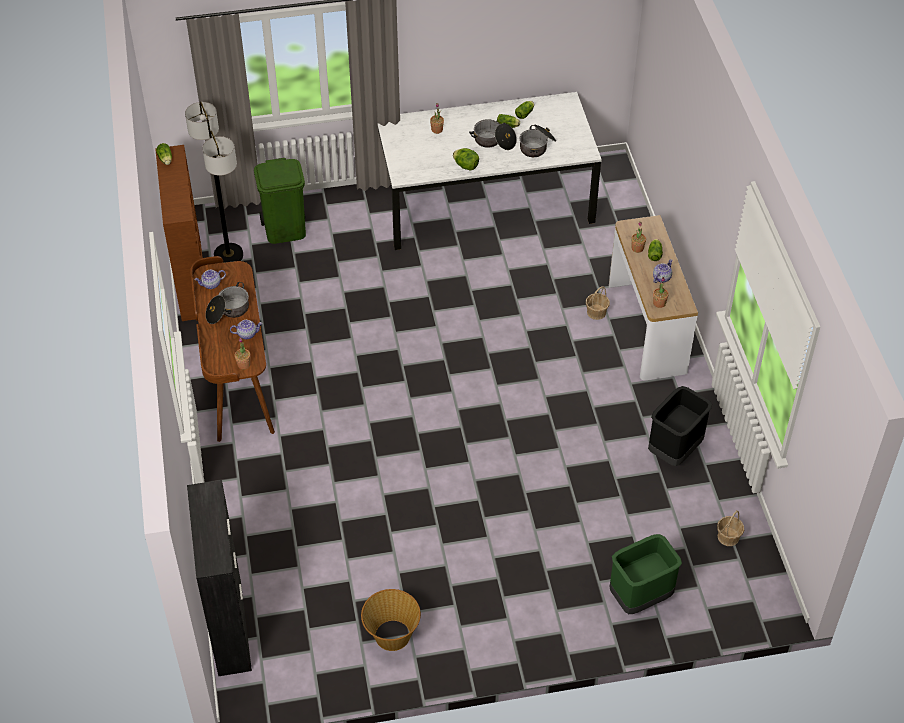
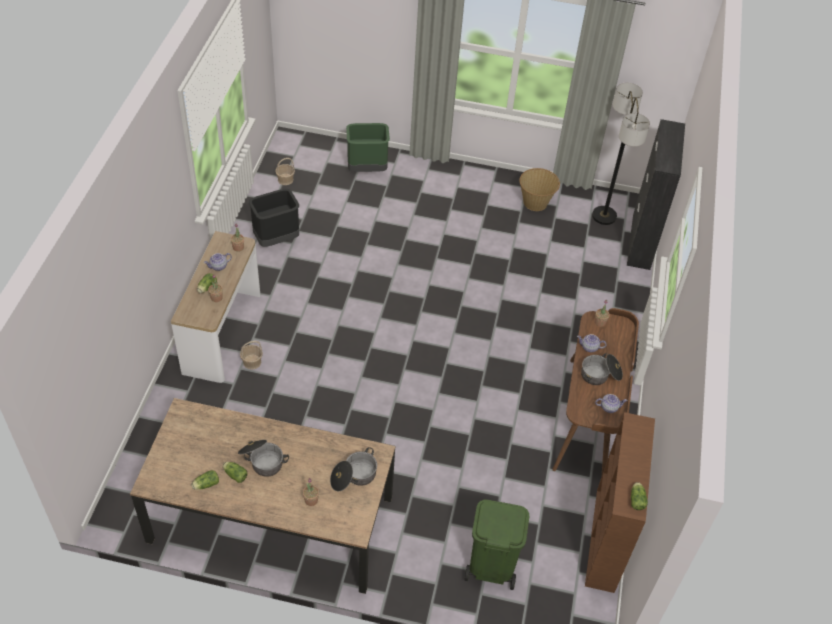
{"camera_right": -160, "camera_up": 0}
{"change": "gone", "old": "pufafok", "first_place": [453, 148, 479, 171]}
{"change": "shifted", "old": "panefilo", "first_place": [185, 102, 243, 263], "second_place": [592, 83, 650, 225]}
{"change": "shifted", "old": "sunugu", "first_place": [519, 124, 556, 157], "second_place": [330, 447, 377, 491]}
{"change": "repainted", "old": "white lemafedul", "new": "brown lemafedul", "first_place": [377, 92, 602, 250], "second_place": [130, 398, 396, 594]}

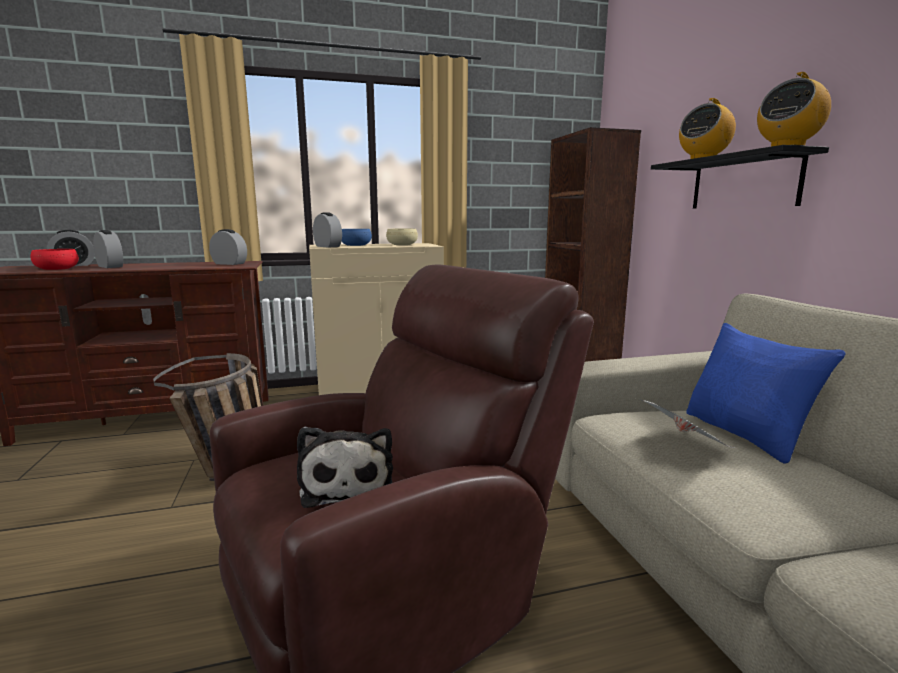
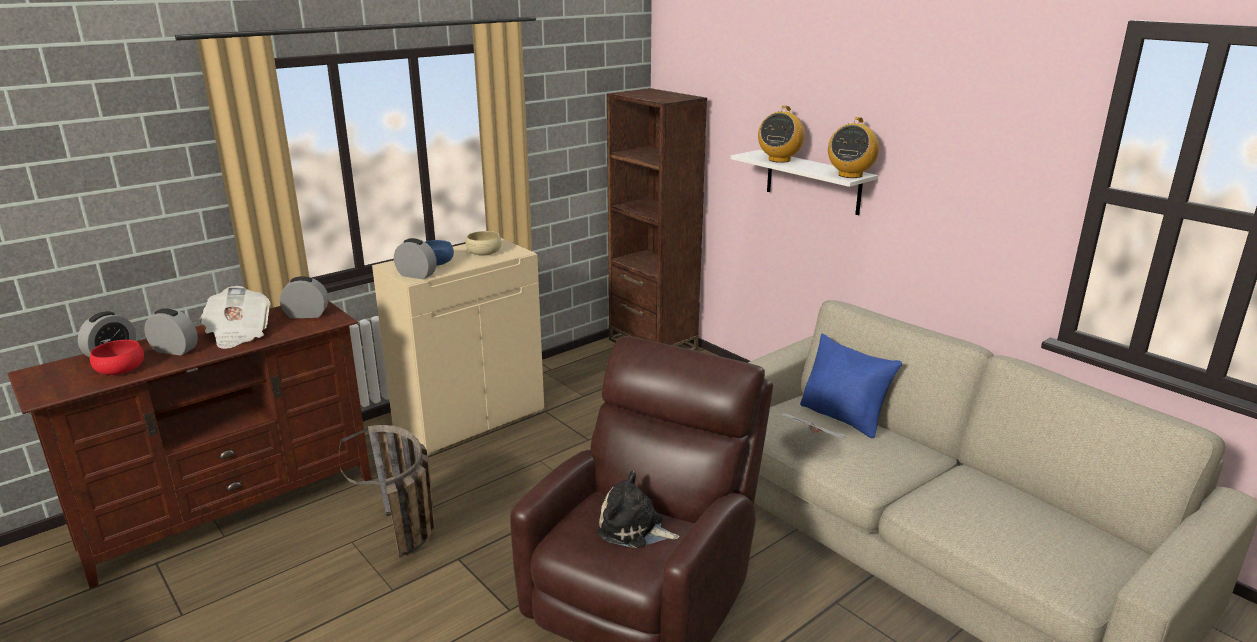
{"camera_right": -25, "camera_up": 10}
{"change": "new", "new": "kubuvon", "second_place": [200, 286, 271, 349]}
{"change": "repainted", "old": "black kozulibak", "new": "white kozulibak", "first_place": [651, 145, 829, 209], "second_place": [731, 150, 878, 215]}
{"change": "rotated", "old": "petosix", "first_place": [297, 426, 393, 508], "second_place": [597, 471, 679, 548], "degrees": 150}

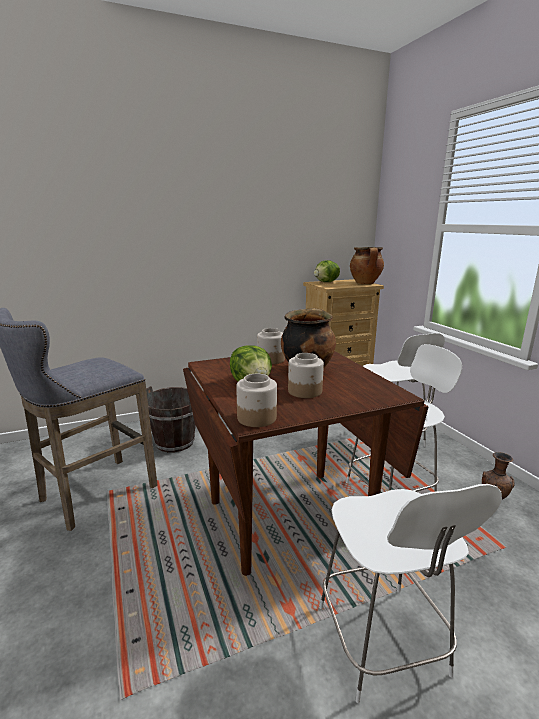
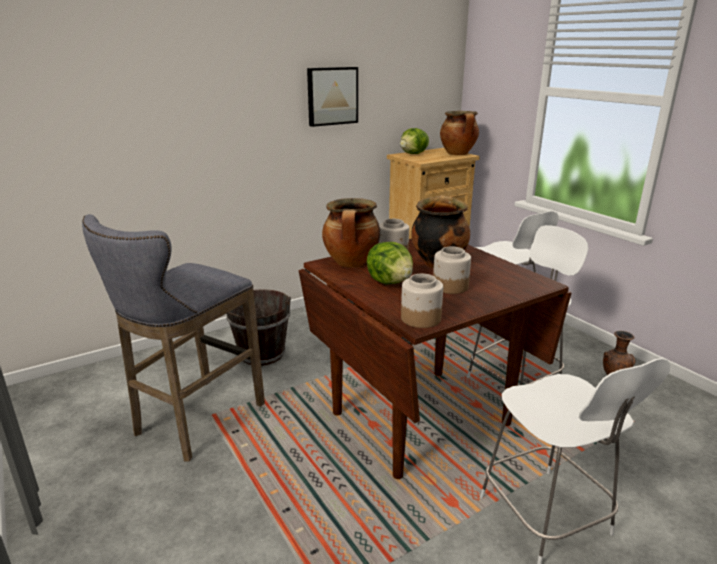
{"camera_right": -10, "camera_up": 5}
{"change": "new", "new": "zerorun", "second_place": [307, 67, 358, 127]}
{"change": "new", "new": "sunugu", "second_place": [322, 198, 380, 267]}

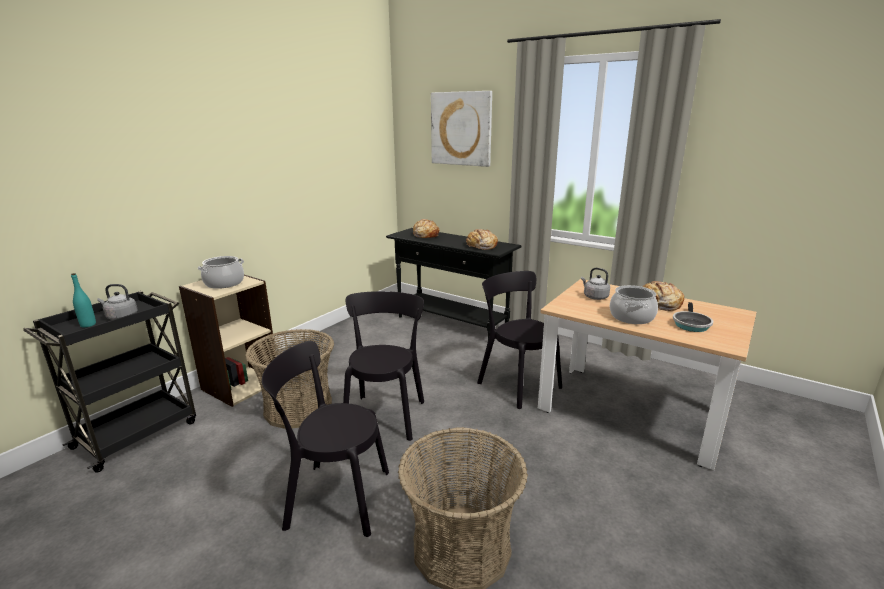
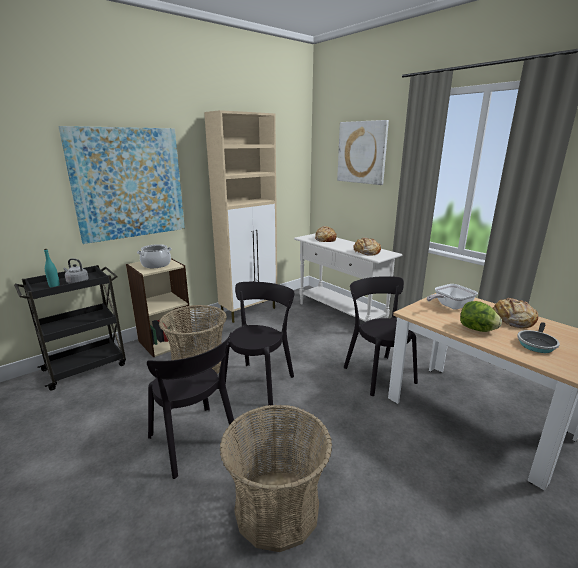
{"camera_right": 15, "camera_up": 0}
{"change": "new", "new": "zerorun", "second_place": [58, 126, 185, 244]}
{"change": "new", "new": "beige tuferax", "second_place": [204, 110, 277, 323]}
{"change": "swapped", "old": "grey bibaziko", "new": "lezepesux", "first_place": [581, 268, 610, 300], "second_place": [427, 284, 478, 310]}
{"change": "swapped", "old": "sunugu", "new": "pufafok", "first_place": [610, 285, 658, 324], "second_place": [460, 301, 502, 332]}
{"change": "repainted", "old": "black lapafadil", "new": "white lapafadil", "first_place": [386, 228, 522, 339], "second_place": [294, 233, 402, 322]}
{"change": "rotated", "old": "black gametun", "first_place": [262, 341, 389, 537], "second_place": [147, 332, 239, 479], "degrees": -150}

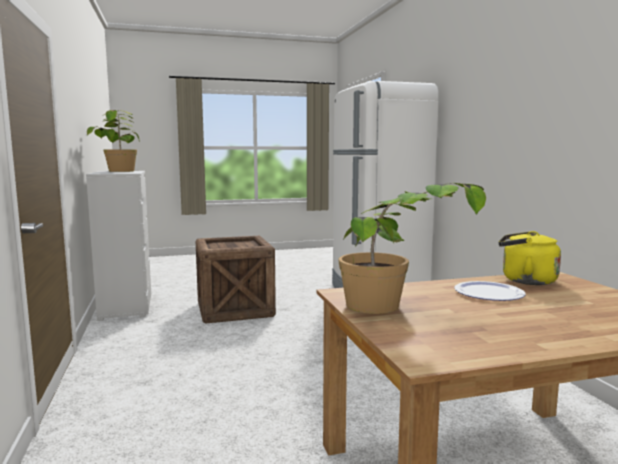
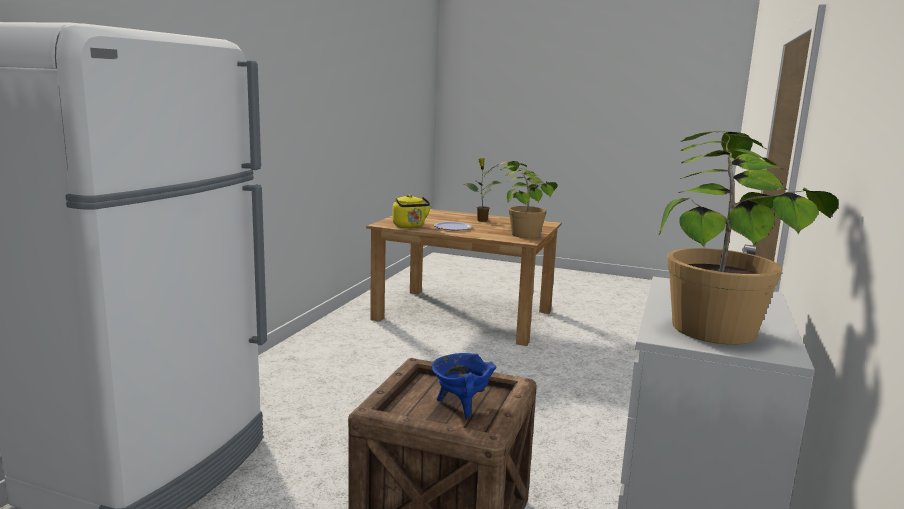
{"camera_right": -145, "camera_up": 5}
{"change": "new", "new": "blue sunugu", "second_place": [431, 353, 497, 420]}
{"change": "new", "new": "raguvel", "second_place": [464, 158, 501, 222]}

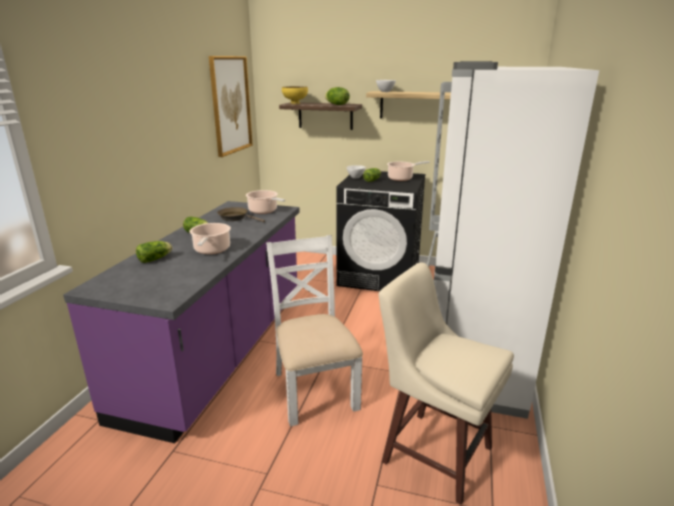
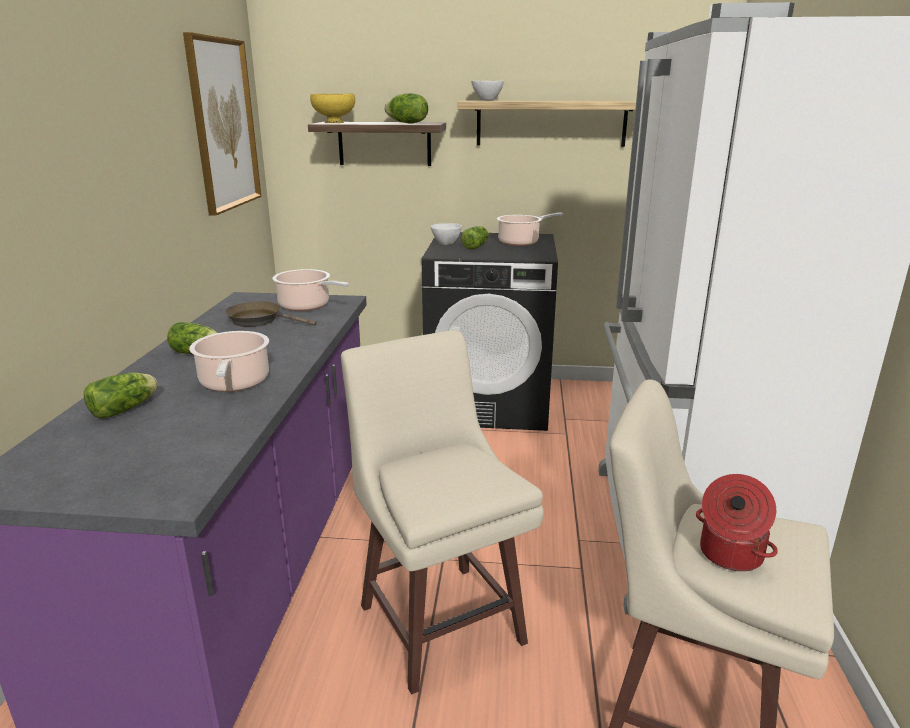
{"camera_right": -10, "camera_up": 0}
{"change": "new", "new": "sunugu", "second_place": [696, 474, 778, 572]}
{"change": "swapped", "old": "white gametun", "new": "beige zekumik", "first_place": [266, 235, 363, 426], "second_place": [341, 330, 544, 695]}

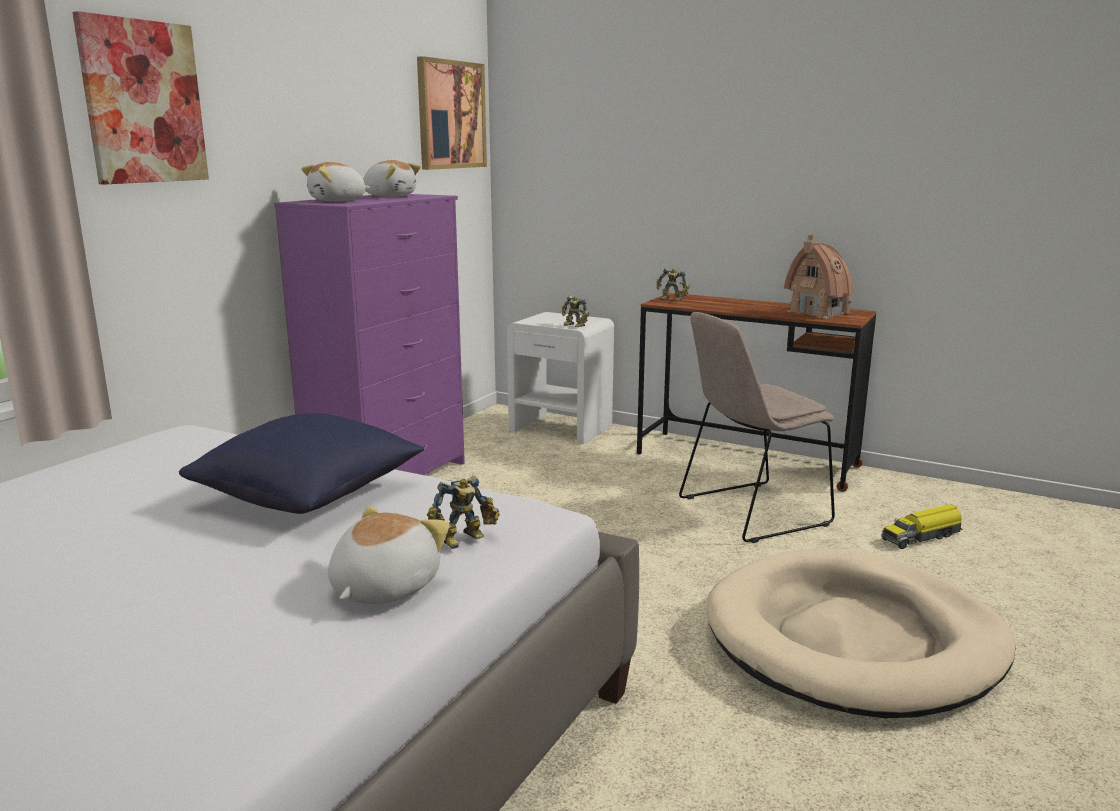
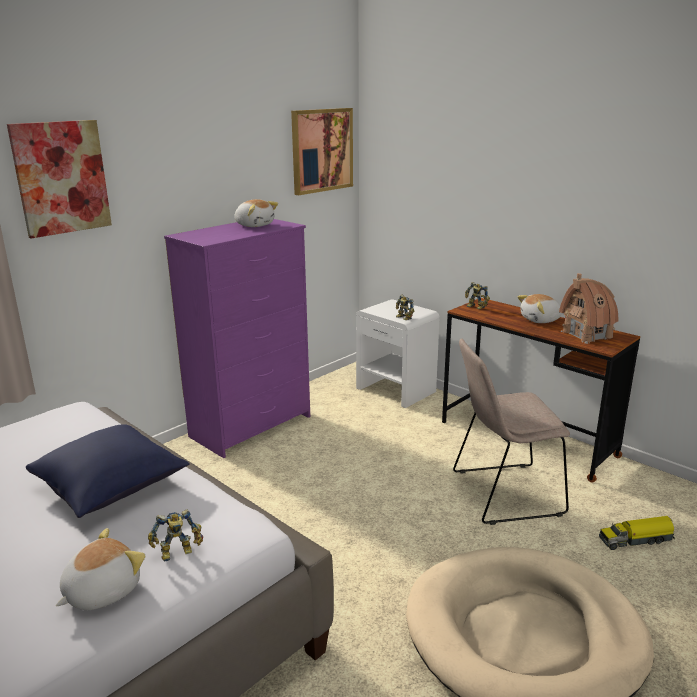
{"camera_right": 15, "camera_up": 5}
{"change": "shifted", "old": "petosix", "first_place": [302, 162, 370, 201], "second_place": [517, 294, 562, 323]}

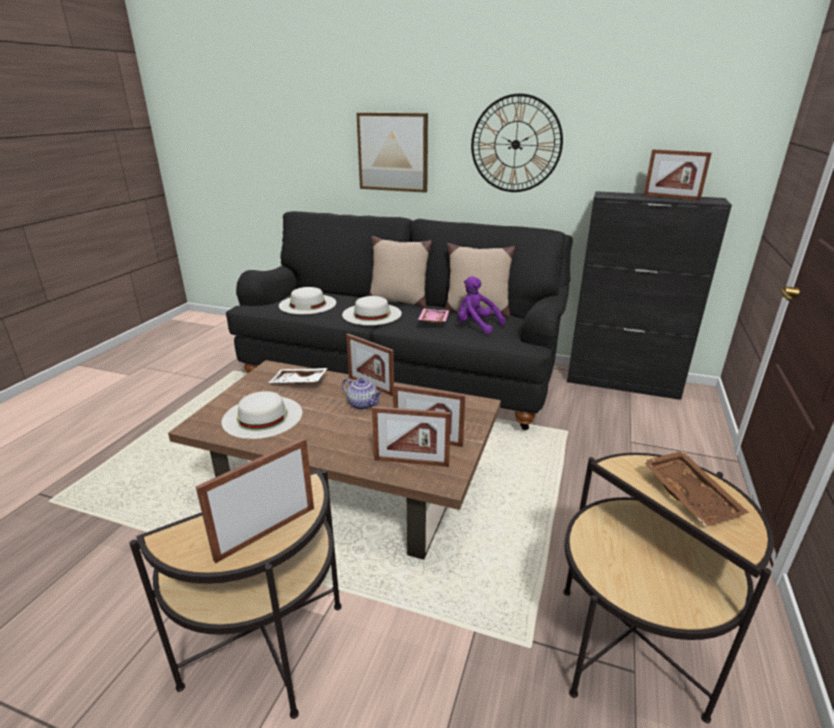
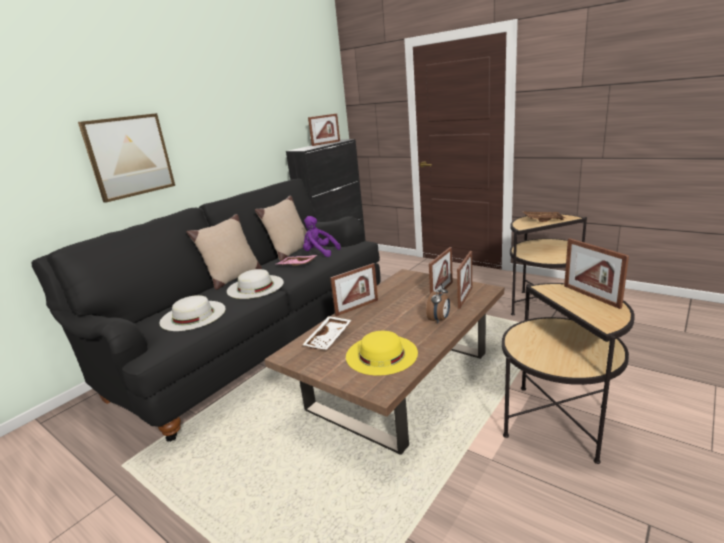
{"camera_right": -70, "camera_up": -5}
{"change": "gone", "old": "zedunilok", "first_place": [342, 378, 382, 410]}
{"change": "gone", "old": "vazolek", "first_place": [471, 94, 563, 192]}
{"change": "new", "new": "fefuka", "second_place": [426, 283, 450, 324]}
{"change": "repainted", "old": "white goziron", "new": "yellow goziron", "first_place": [222, 391, 302, 439], "second_place": [346, 331, 418, 375]}
{"change": "rotated", "old": "purple petosix", "first_place": [458, 276, 506, 334], "second_place": [303, 216, 341, 257], "degrees": 60}

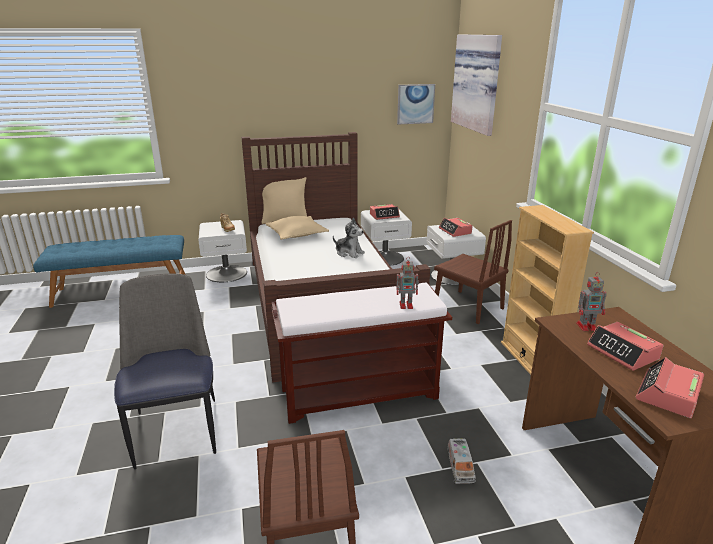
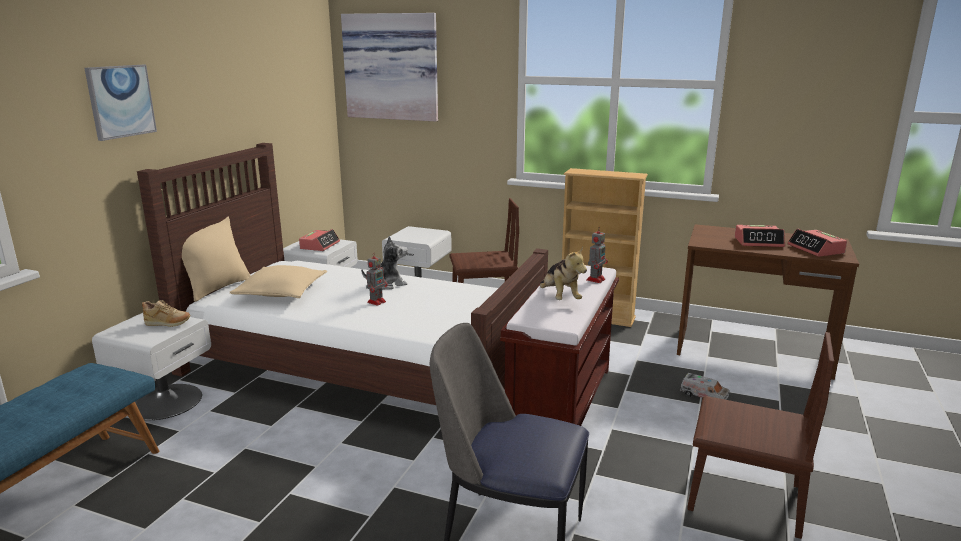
{"camera_right": -55, "camera_up": -5}
{"change": "gone", "old": "fefuka", "first_place": [439, 218, 472, 237]}
{"change": "new", "new": "petosix", "second_place": [540, 247, 587, 300]}
{"change": "shifted", "old": "zerorun", "first_place": [397, 84, 435, 124], "second_place": [84, 65, 157, 141]}
{"change": "shifted", "old": "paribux", "first_place": [576, 272, 607, 331], "second_place": [366, 252, 388, 306]}

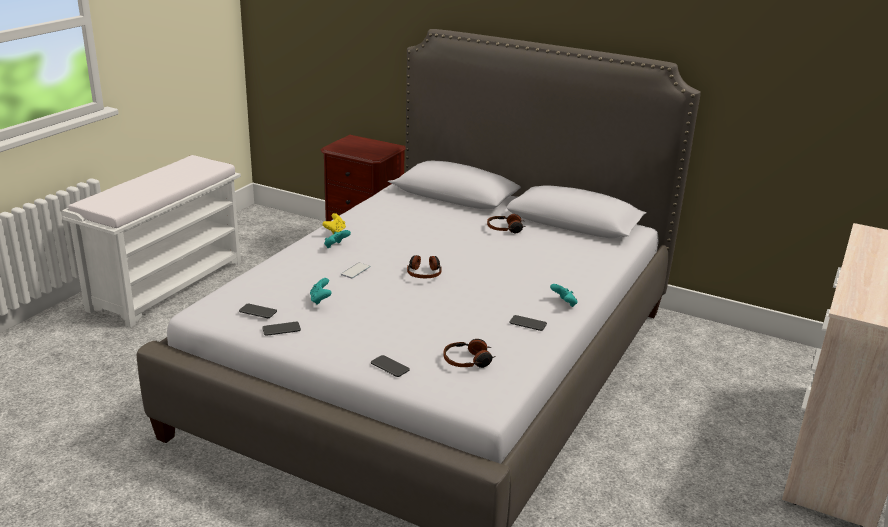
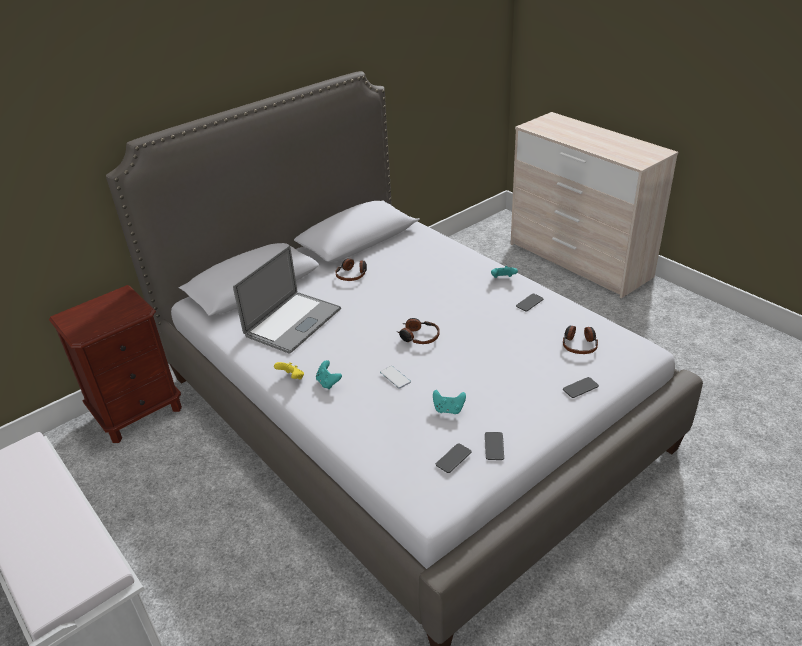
{"camera_right": -65, "camera_up": 10}
{"change": "new", "new": "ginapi", "second_place": [233, 246, 341, 354]}

